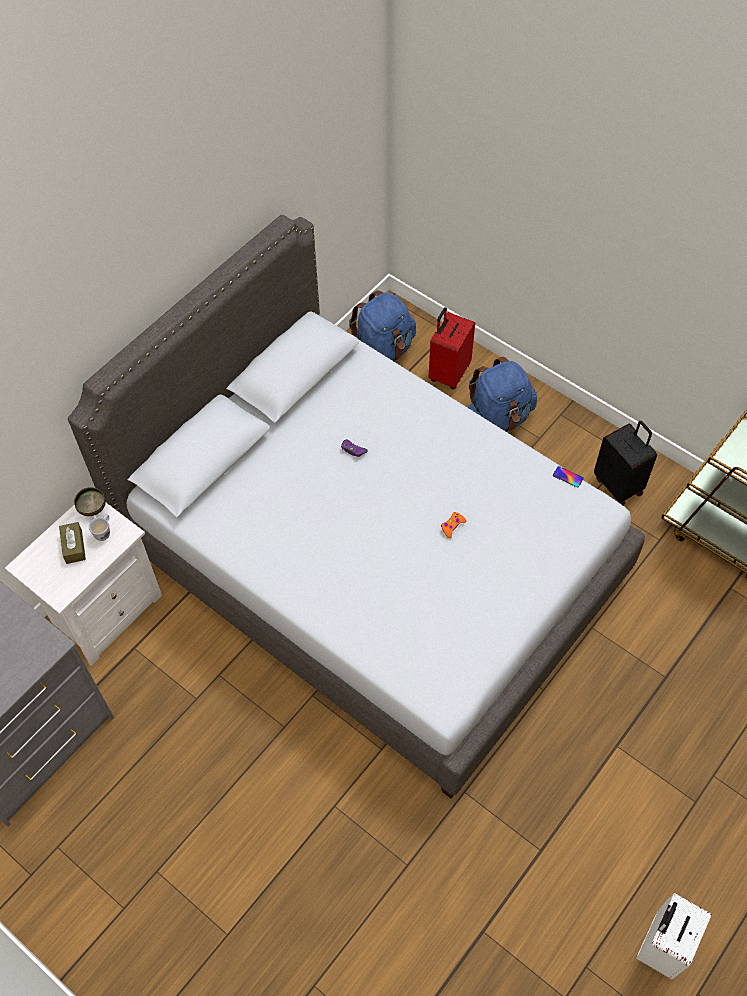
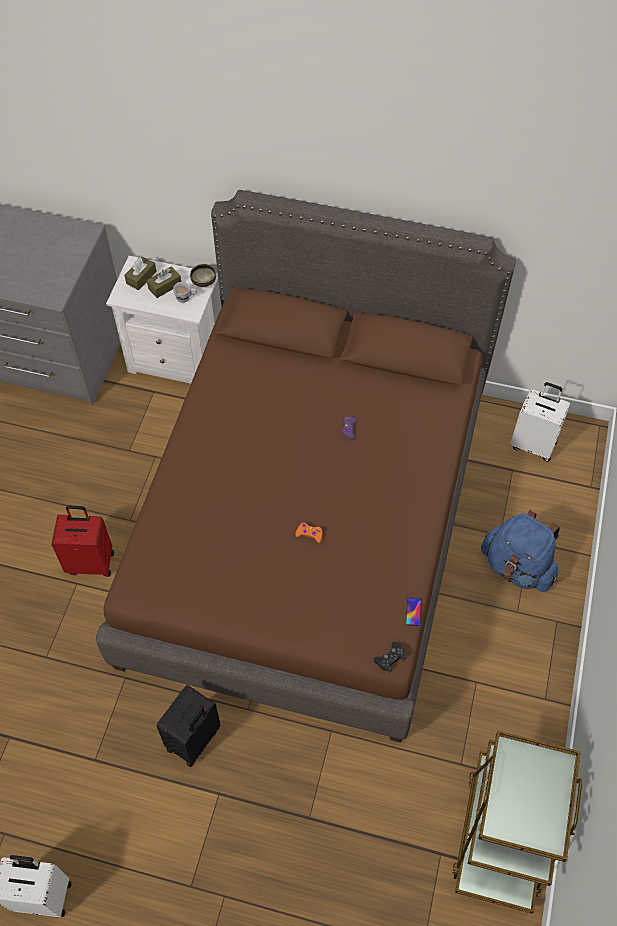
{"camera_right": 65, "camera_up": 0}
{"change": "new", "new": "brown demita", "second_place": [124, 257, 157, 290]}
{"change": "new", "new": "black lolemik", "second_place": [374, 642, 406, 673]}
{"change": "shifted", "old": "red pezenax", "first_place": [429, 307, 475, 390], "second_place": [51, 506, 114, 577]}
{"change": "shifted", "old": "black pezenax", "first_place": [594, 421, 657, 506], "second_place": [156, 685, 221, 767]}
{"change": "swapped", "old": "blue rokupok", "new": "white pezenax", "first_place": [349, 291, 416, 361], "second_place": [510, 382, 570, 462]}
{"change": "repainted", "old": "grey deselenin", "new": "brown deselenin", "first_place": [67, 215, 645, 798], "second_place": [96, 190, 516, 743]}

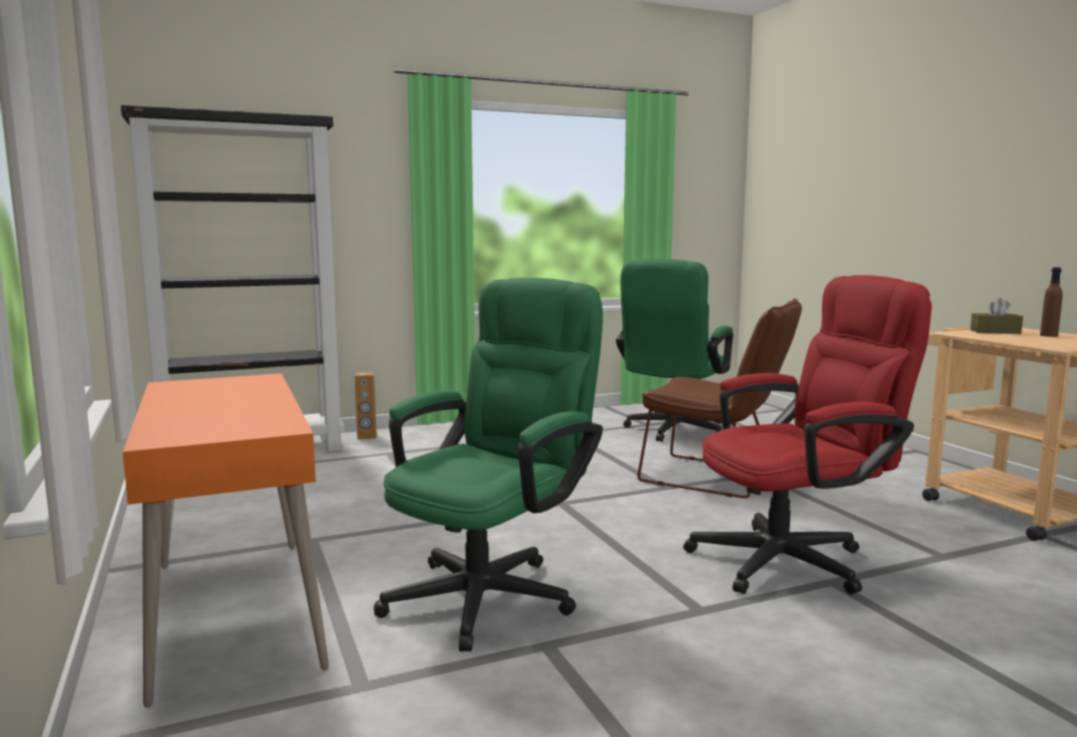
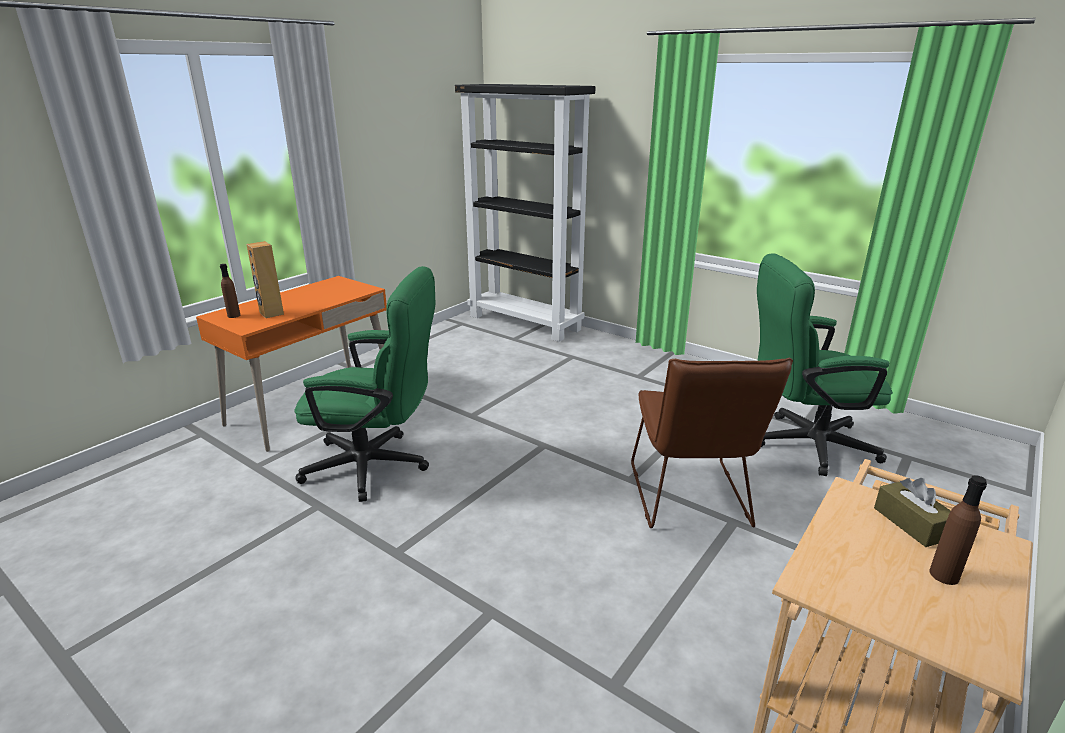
{"camera_right": 60, "camera_up": 15}
{"change": "gone", "old": "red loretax", "first_place": [683, 275, 932, 594]}
{"change": "new", "new": "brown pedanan", "second_place": [220, 264, 240, 318]}
{"change": "shifted", "old": "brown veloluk", "first_place": [355, 372, 377, 439], "second_place": [246, 241, 284, 318]}

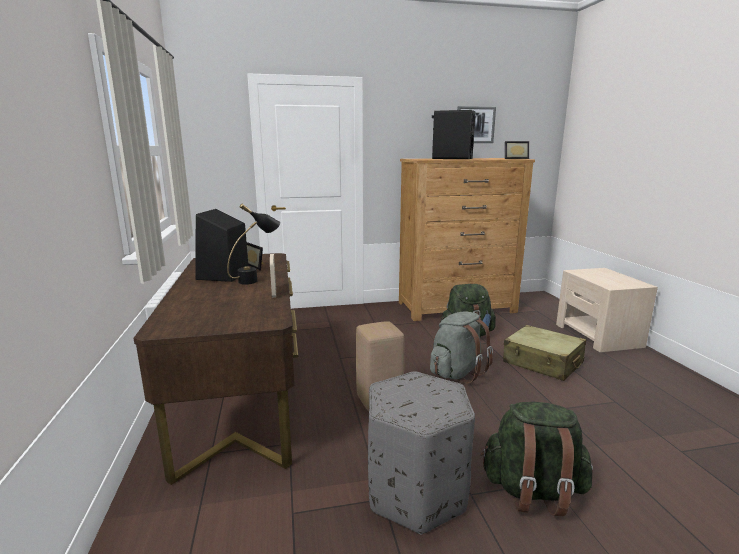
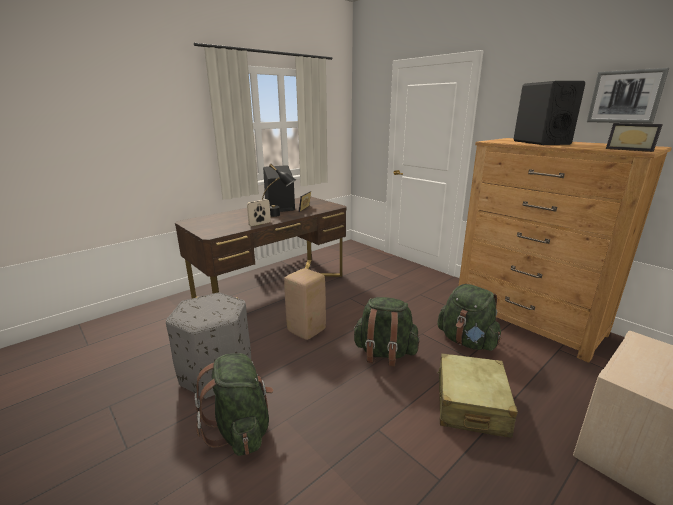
{"camera_right": 60, "camera_up": 5}
{"change": "repainted", "old": "grey rokupok", "new": "green rokupok", "first_place": [430, 311, 493, 384], "second_place": [353, 297, 420, 366]}

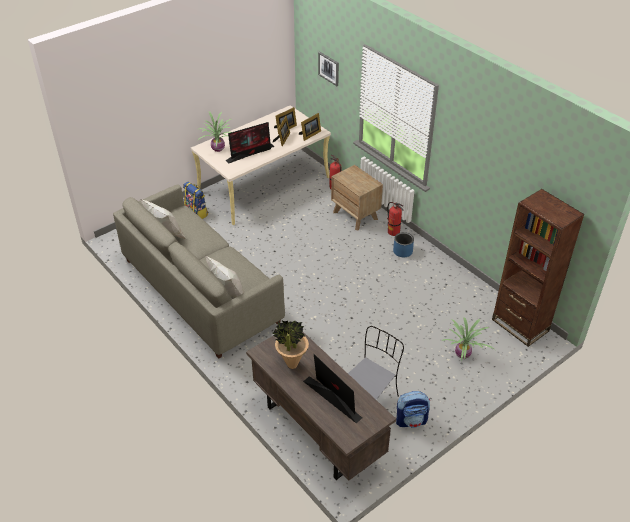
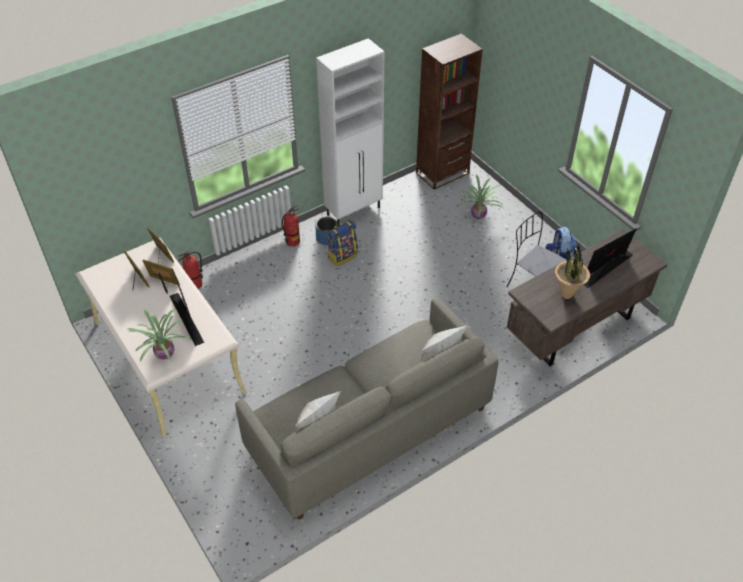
{"camera_right": -85, "camera_up": 5}
{"change": "gone", "old": "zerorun", "first_place": [318, 52, 339, 86]}
{"change": "gone", "old": "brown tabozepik", "first_place": [331, 165, 383, 230]}
{"change": "new", "new": "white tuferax", "second_place": [316, 38, 385, 227]}
{"change": "shifted", "old": "rokupok", "first_place": [183, 182, 208, 219], "second_place": [328, 220, 358, 266]}

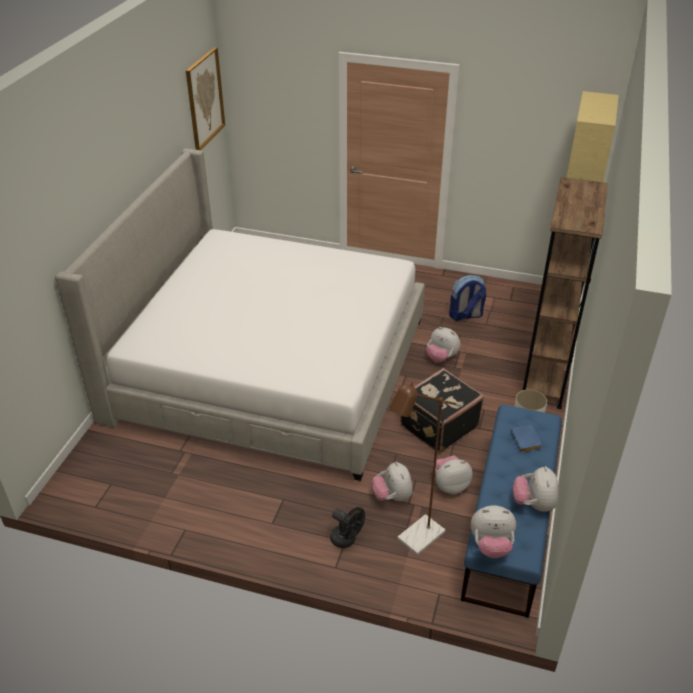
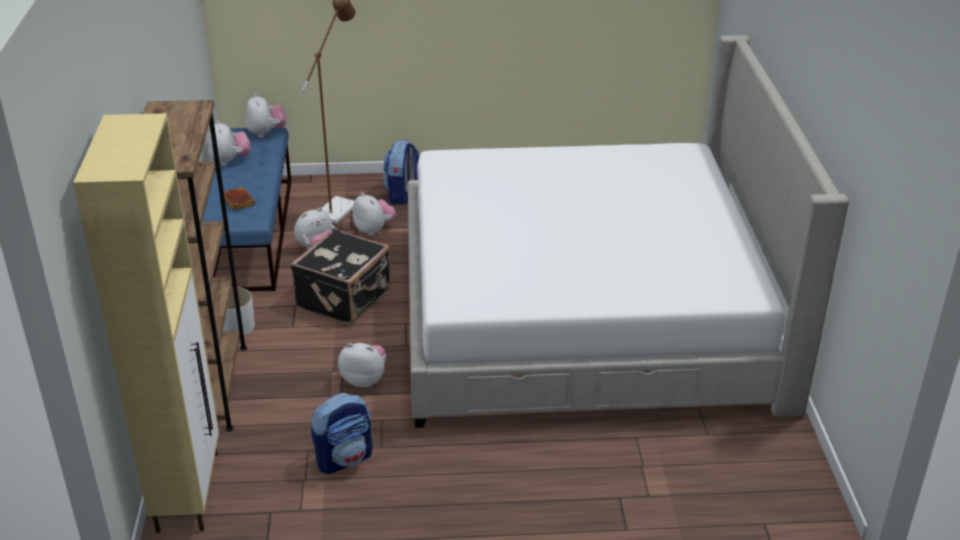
{"camera_right": 160, "camera_up": -5}
{"change": "gone", "old": "zerorun", "first_place": [186, 47, 225, 150]}
{"change": "swapped", "old": "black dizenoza", "new": "rokupok", "first_place": [330, 507, 365, 548], "second_place": [382, 140, 419, 205]}
{"change": "repainted", "old": "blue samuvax", "new": "brown samuvax", "first_place": [511, 425, 542, 452], "second_place": [224, 187, 255, 210]}
{"change": "rotated", "old": "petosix", "first_place": [471, 505, 516, 558], "second_place": [246, 93, 286, 138], "degrees": 90}

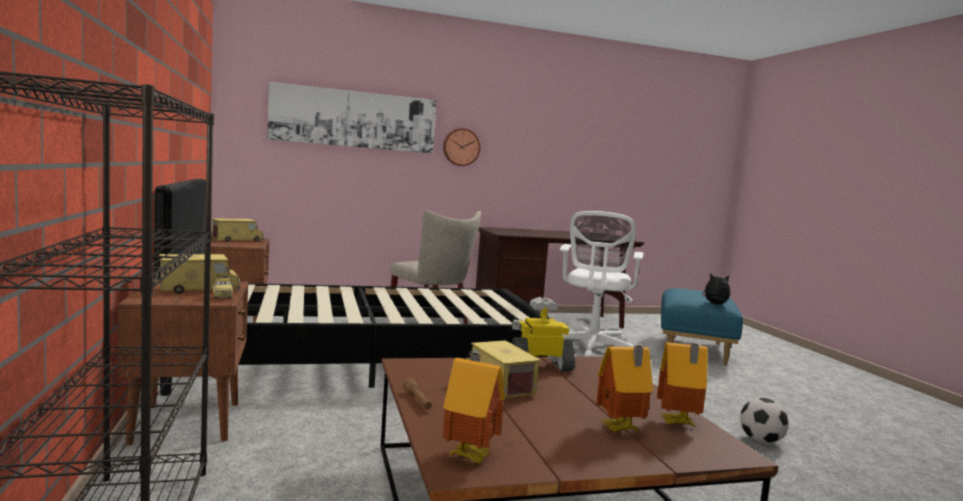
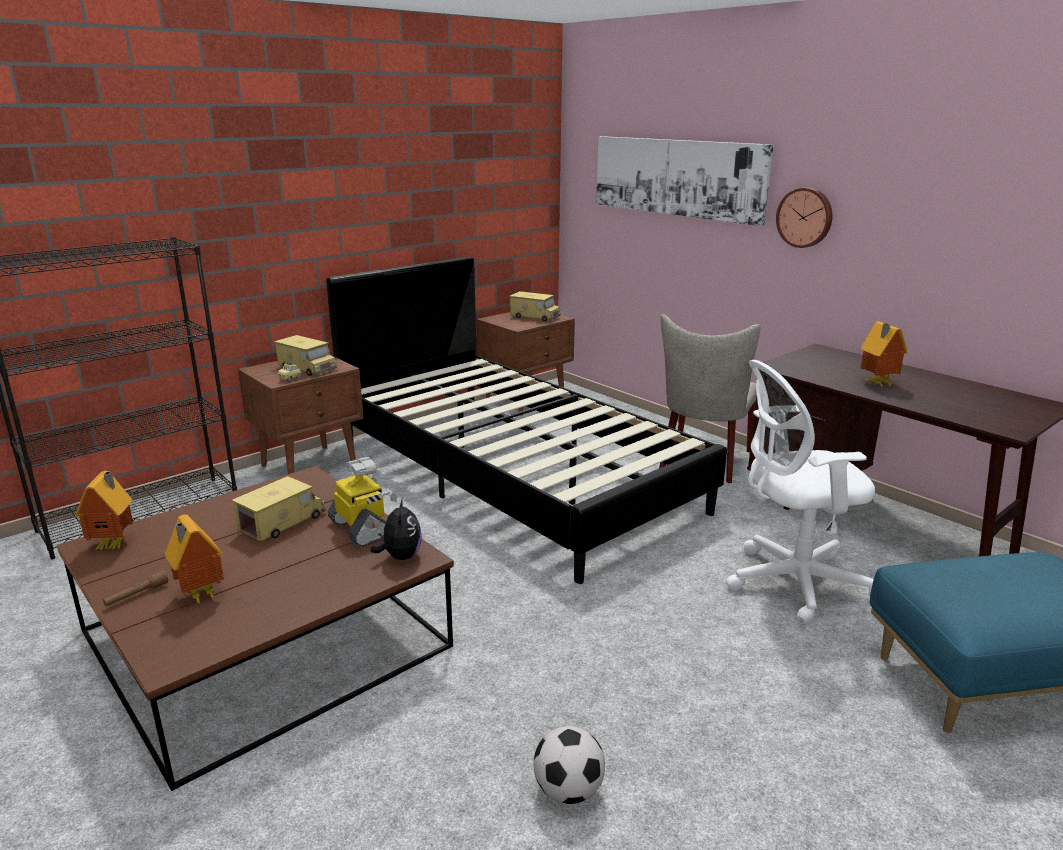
{"camera_right": 65, "camera_up": 15}
{"change": "shifted", "old": "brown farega", "first_place": [403, 378, 432, 409], "second_place": [103, 570, 168, 606]}
{"change": "shifted", "old": "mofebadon", "first_place": [657, 342, 708, 428], "second_place": [861, 321, 908, 388]}
{"change": "shifted", "old": "petosix", "first_place": [702, 273, 730, 304], "second_place": [371, 498, 422, 560]}

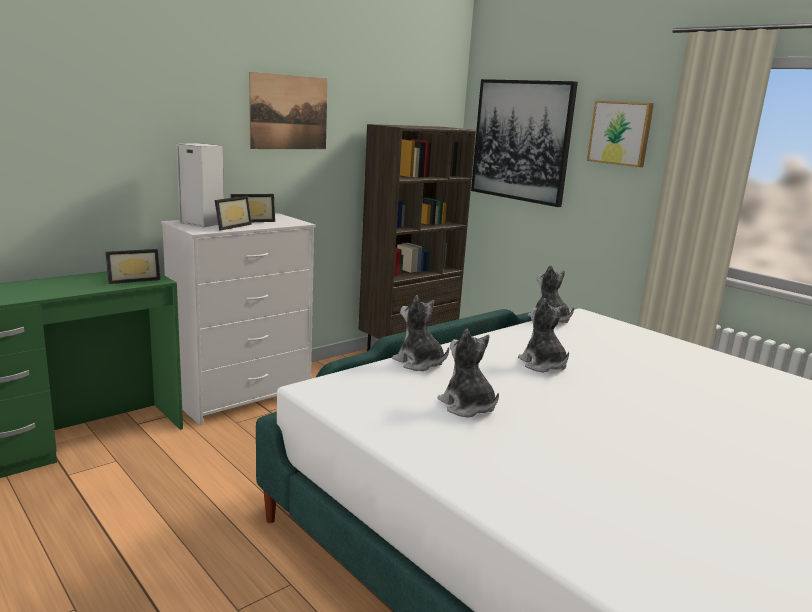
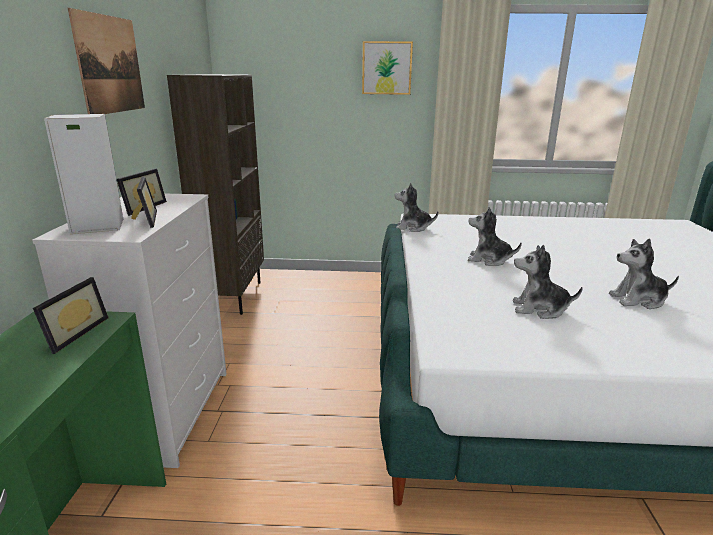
{"camera_right": -45, "camera_up": 5}
{"change": "gone", "old": "zerorun", "first_place": [471, 79, 578, 207]}
{"change": "shifted", "old": "petosix", "first_place": [392, 295, 449, 371], "second_place": [609, 238, 679, 309]}

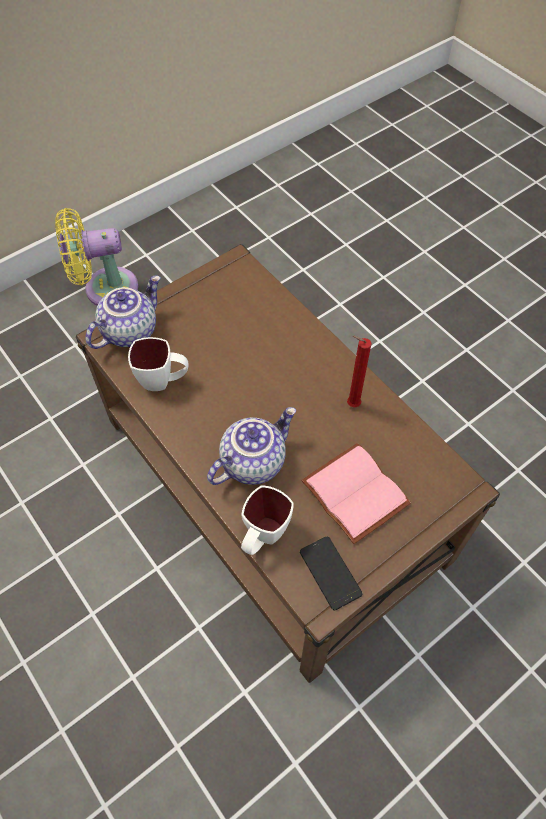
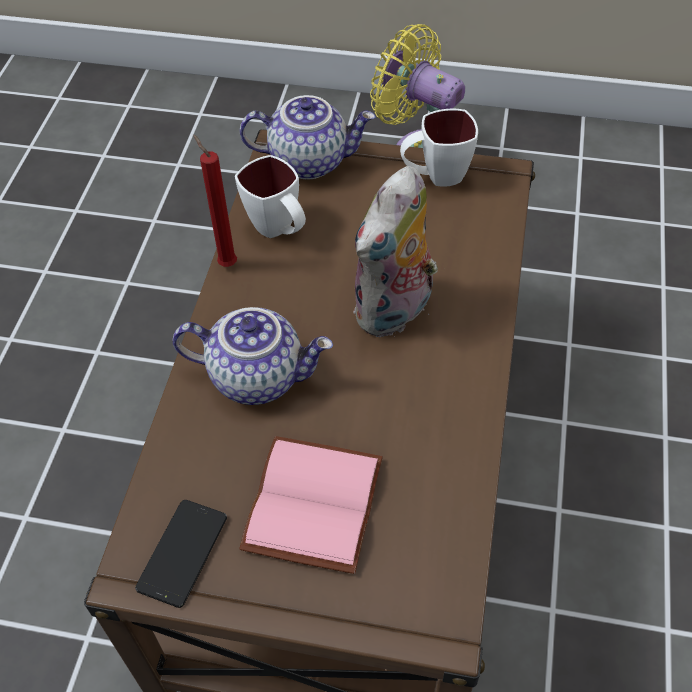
{"camera_right": 50, "camera_up": -5}
{"change": "new", "new": "petosix", "second_place": [353, 166, 438, 337]}
{"change": "shifted", "old": "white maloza", "first_place": [241, 485, 294, 555], "second_place": [400, 109, 478, 187]}
{"change": "shifted", "old": "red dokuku", "first_place": [347, 336, 372, 407], "second_place": [193, 135, 237, 267]}

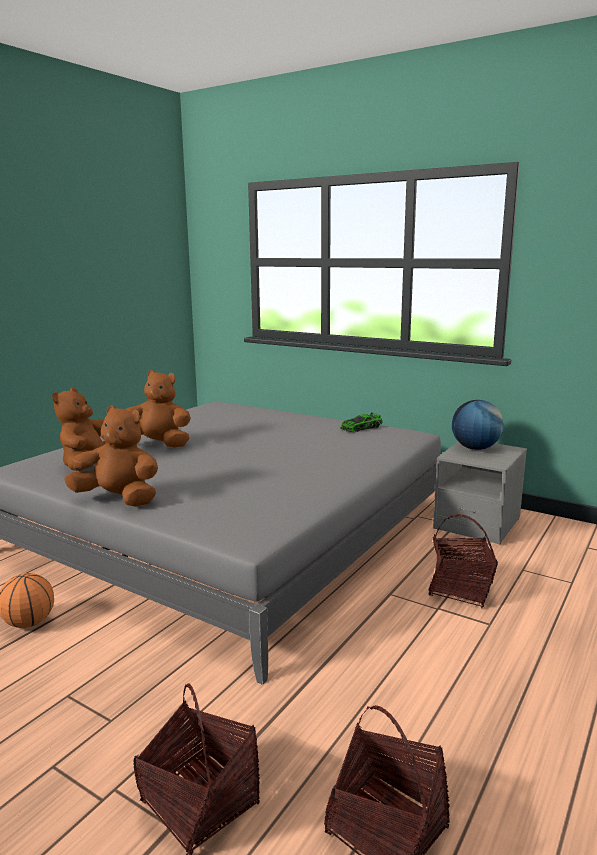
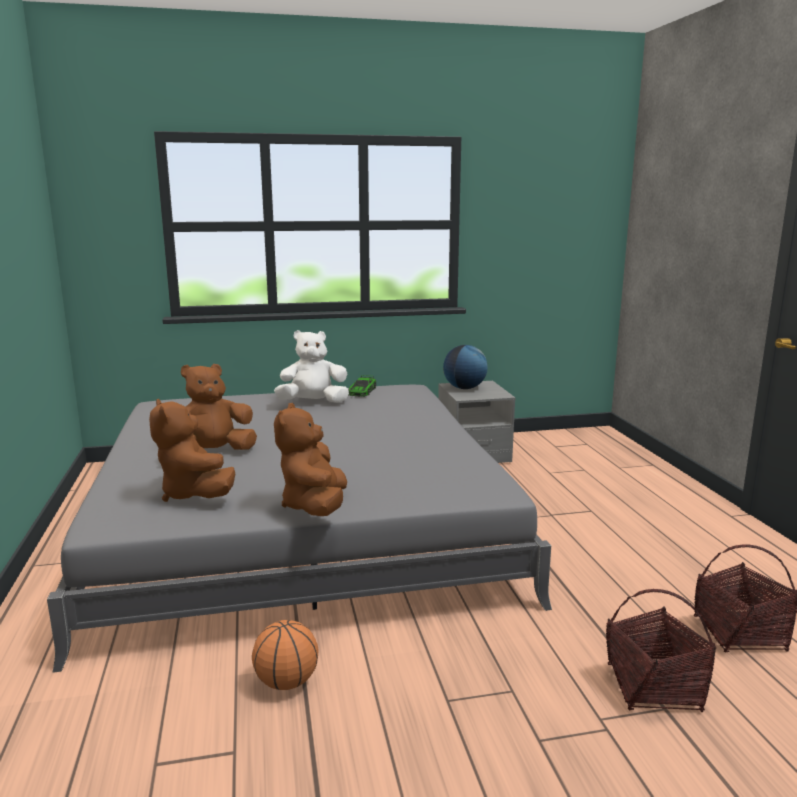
{"camera_right": -45, "camera_up": 0}
{"change": "gone", "old": "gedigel", "first_place": [428, 514, 498, 608]}
{"change": "new", "new": "white petosix", "second_place": [274, 330, 349, 403]}
{"change": "rotated", "old": "brown petosix", "first_place": [64, 405, 158, 507], "second_place": [274, 403, 347, 516], "degrees": -60}

